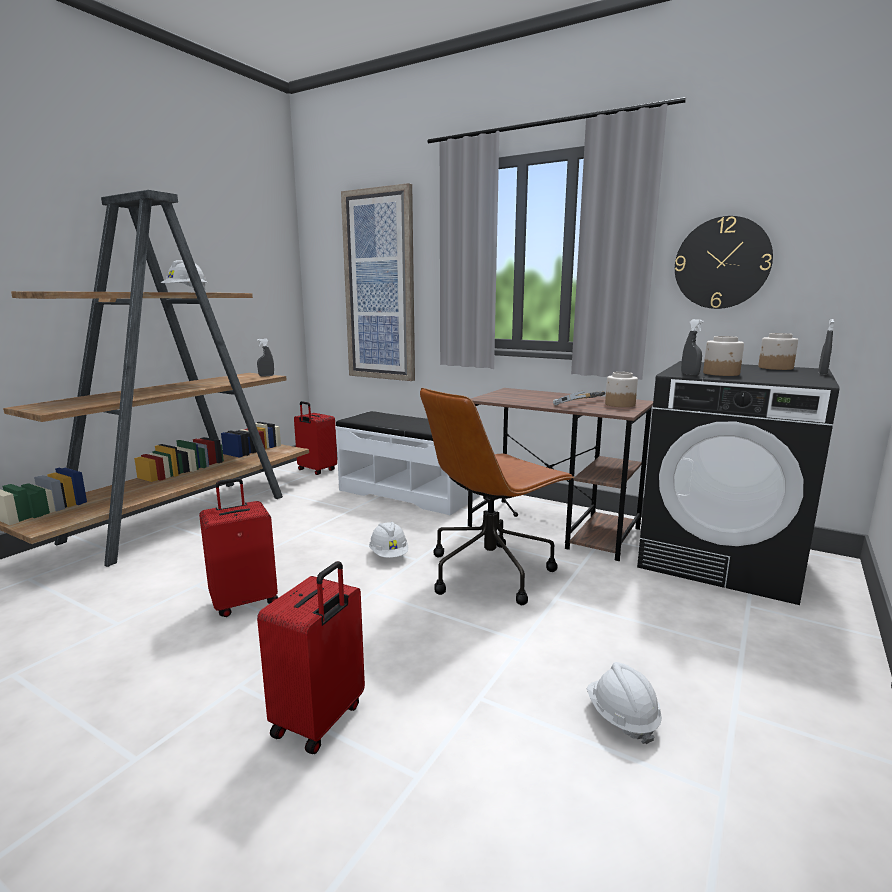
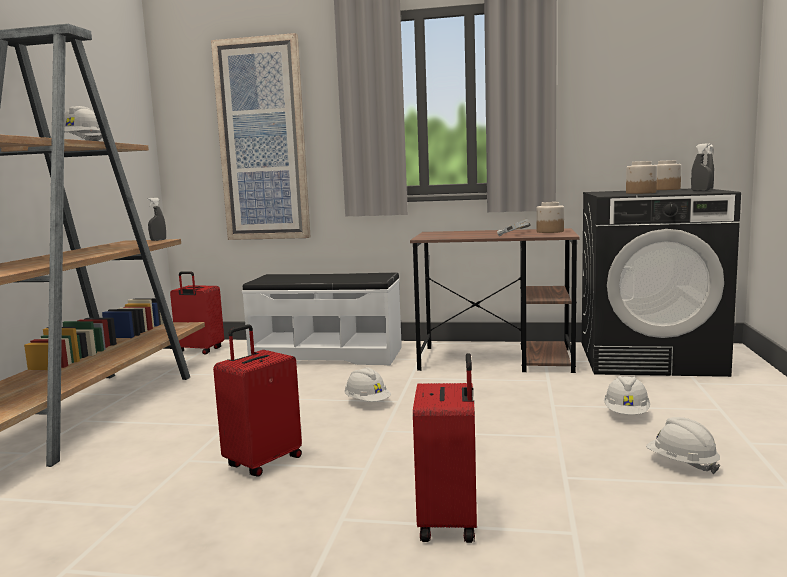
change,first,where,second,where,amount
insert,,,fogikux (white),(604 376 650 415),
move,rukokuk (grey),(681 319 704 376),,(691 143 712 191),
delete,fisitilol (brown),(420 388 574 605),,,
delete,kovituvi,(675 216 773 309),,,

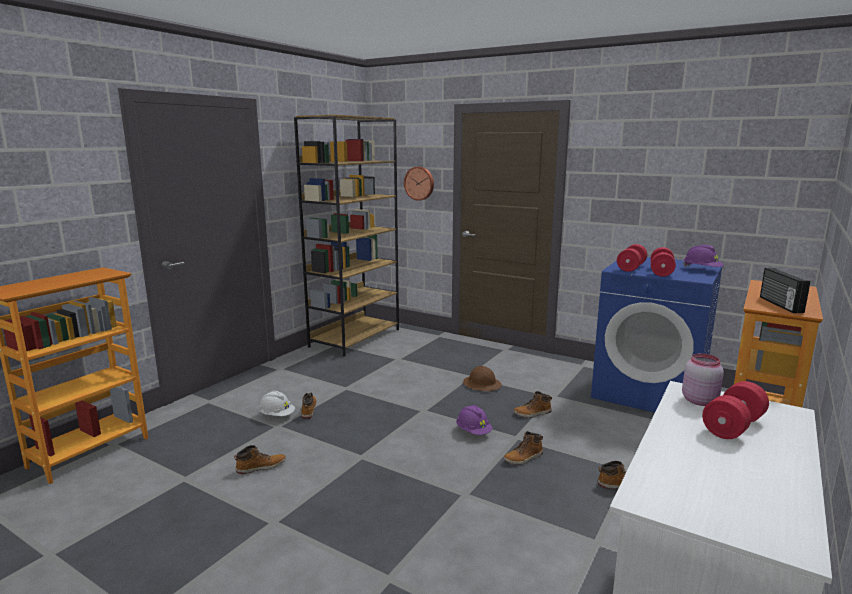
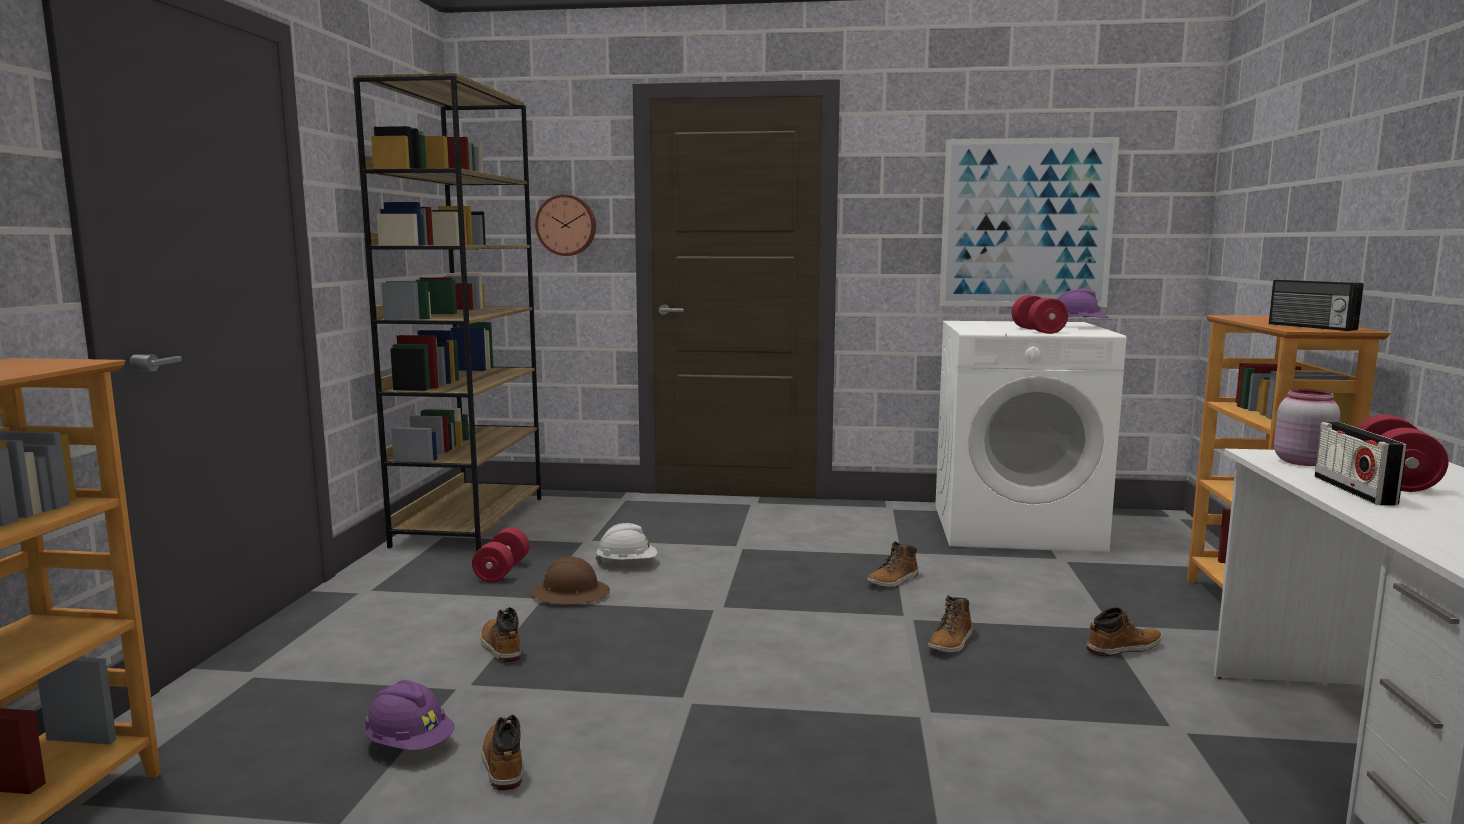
change,first,where,second,where,amount
move,fogikux (purple),(456 405 492 435),,(364 680 455 750),
move,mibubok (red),(617 244 647 272),,(472 527 529 583),
rotate,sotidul,(234 445 286 474),,(481 714 522 791),60 degrees counterclockwise
move,fogikux (brown),(463 366 502 391),,(531 556 610 605),
move,fogikux (white),(258 391 295 416),,(595 523 657 564),
recolor,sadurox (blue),(591 257 722 413),sadurox (white),(935 321 1126 552),
insert,,,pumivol,(939 137 1120 307),
insert,,,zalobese,(1315 422 1406 506),

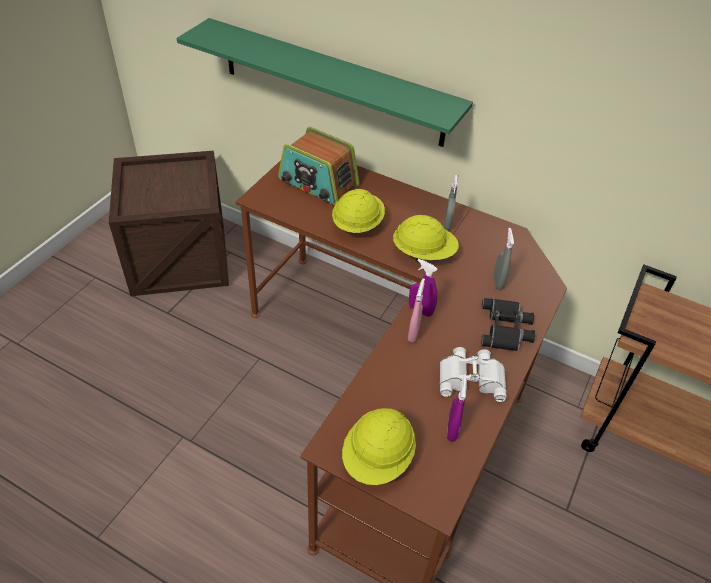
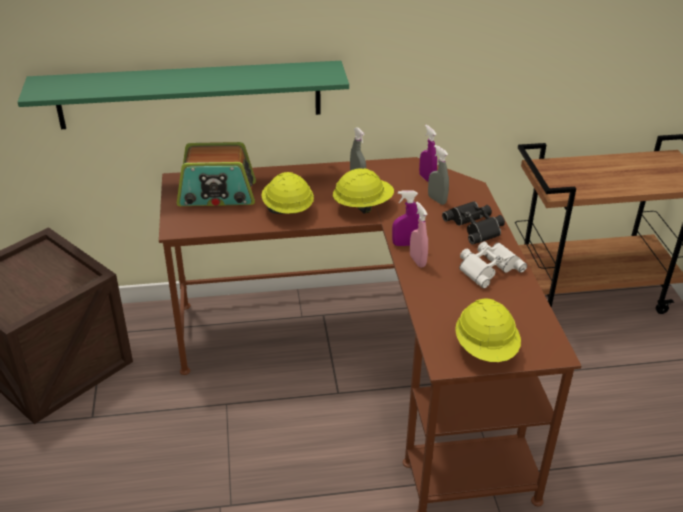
change,first,where,second,where,amount
move,rukokuk (purple),(447 375 467 442),,(419 125 437 182),

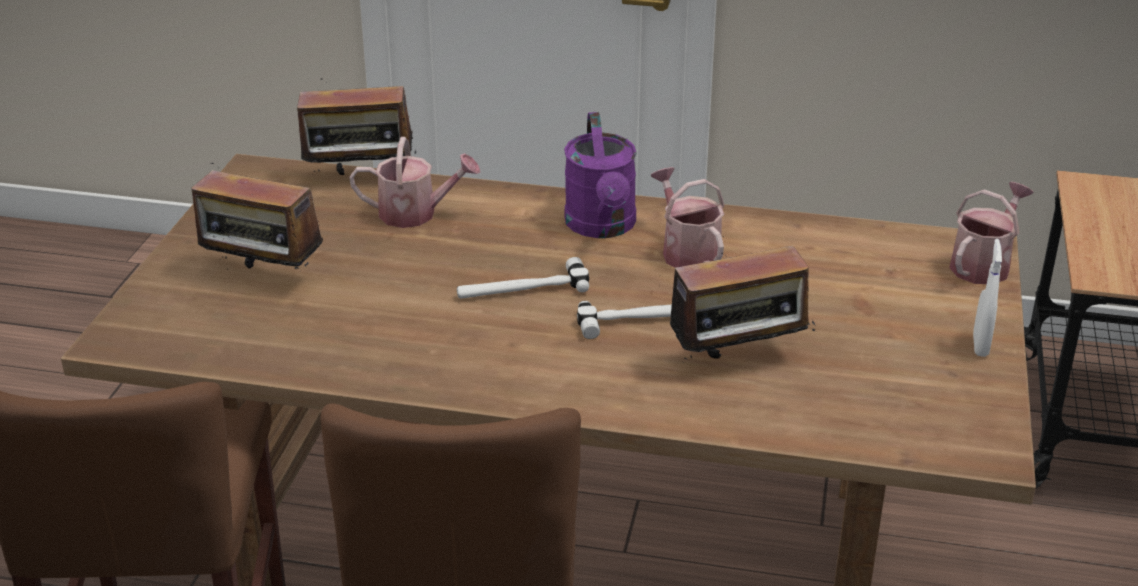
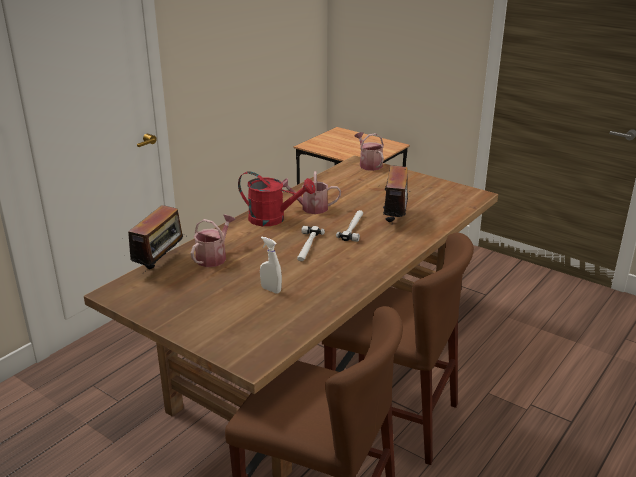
change,first,where,second,where,amount
recolor,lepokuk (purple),(564 112 636 238),lepokuk (red),(238 171 316 226),
move,rukokuk (white),(973 239 1002 357),,(260 237 282 294),
delete,zalobese,(192 154 323 270),,,

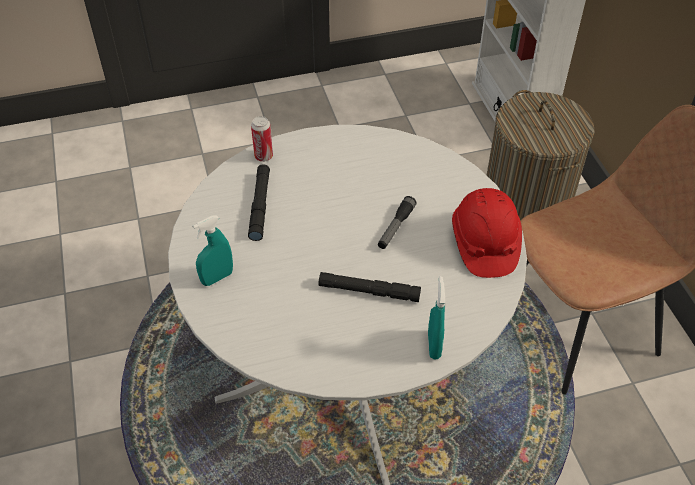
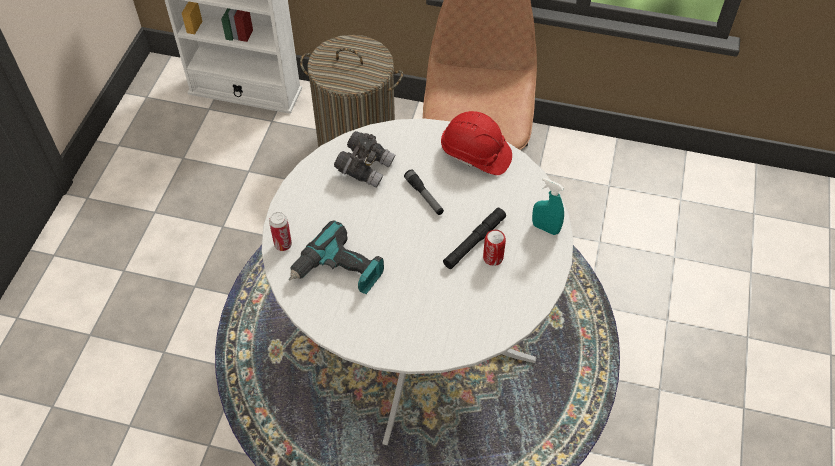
change,first,where,second,where,amount
replace,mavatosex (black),(248 164 270 241),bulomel,(289 220 384 294),
insert,,,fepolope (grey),(334 131 395 188),
insert,,,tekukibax,(483 230 506 266),
delete,rukokuk (turquoise),(192 215 233 286),,,

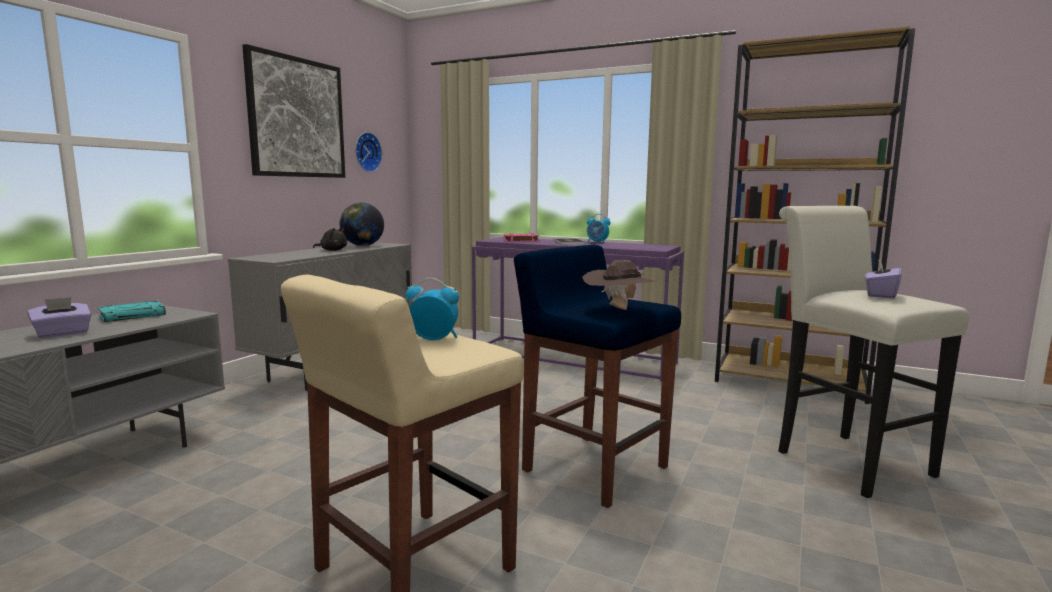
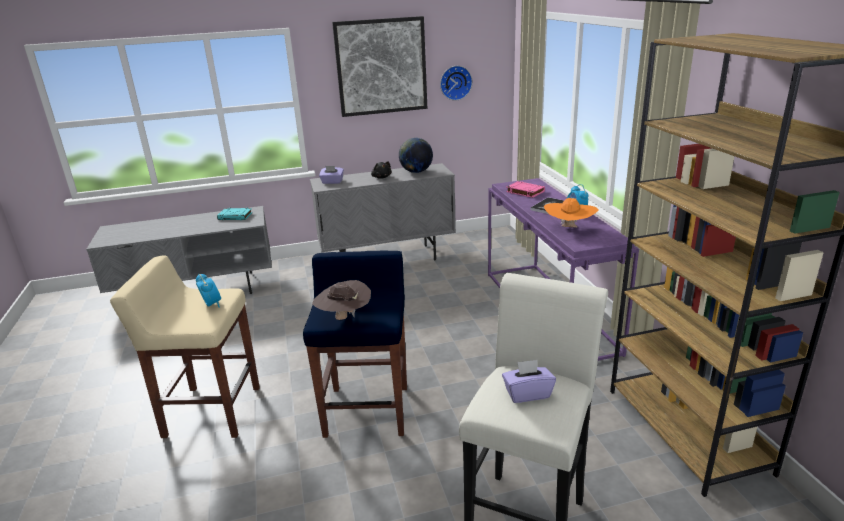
change,first,where,second,where,amount
move,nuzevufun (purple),(27 297 91 338),,(319 166 344 184),
insert,,,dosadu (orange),(544 198 598 228),

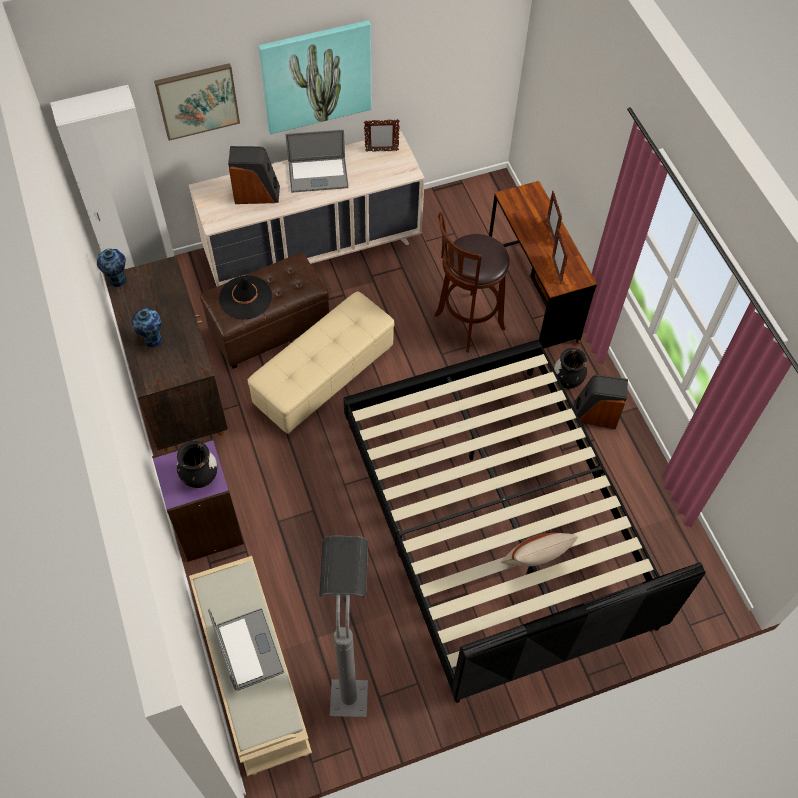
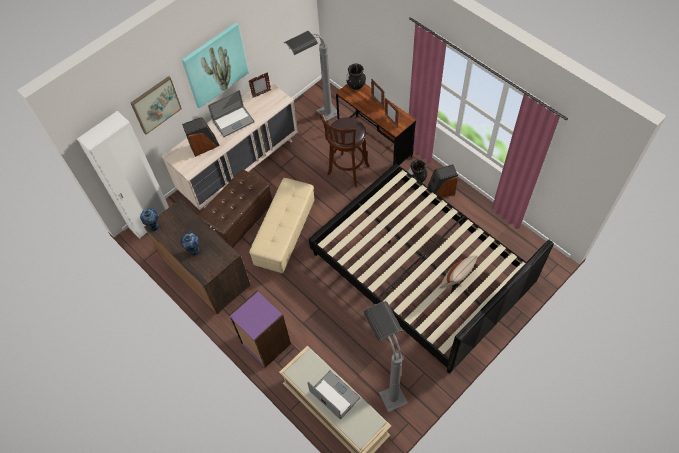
change,first,where,second,where,amount
insert,,,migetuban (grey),(284 31 340 121),
move,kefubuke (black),(177 441 217 488),,(346 64 366 90),
delete,dosadu (black),(219 276 272 320),,,

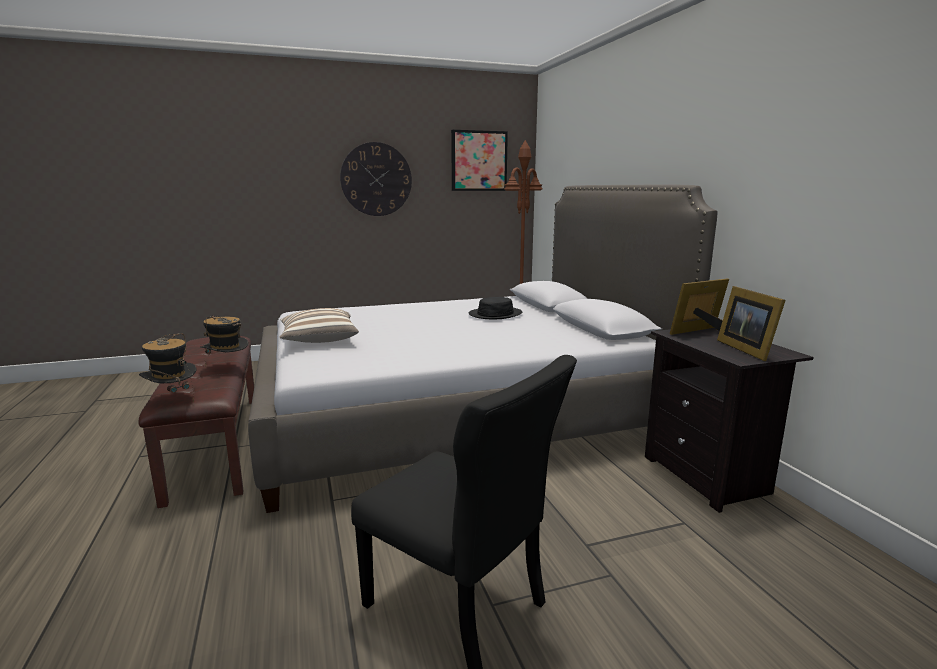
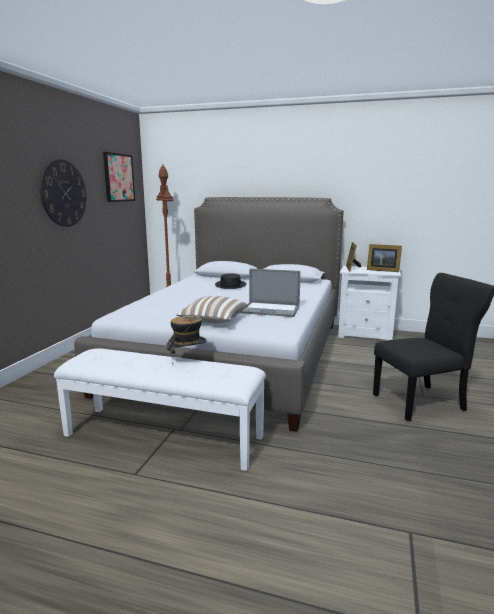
change,first,where,second,where,amount
recolor,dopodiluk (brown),(138 336 254 508),dopodiluk (white),(54 349 266 471),
insert,,,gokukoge,(240 269 301 317),
recolor,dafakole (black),(645 328 814 513),dafakole (white),(338 266 401 340),
delete,dosadu,(139 333 197 402),,,

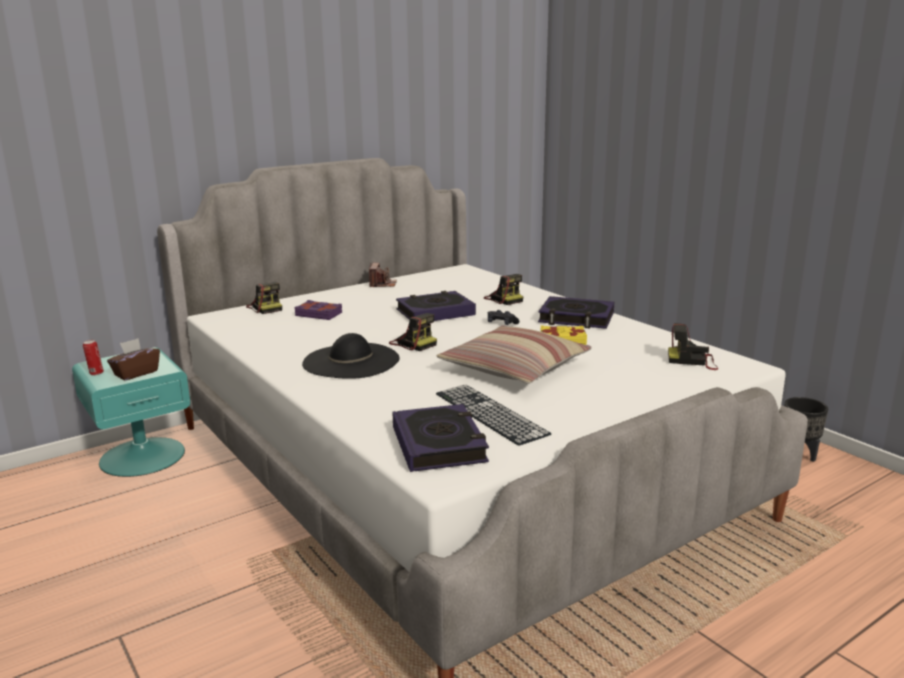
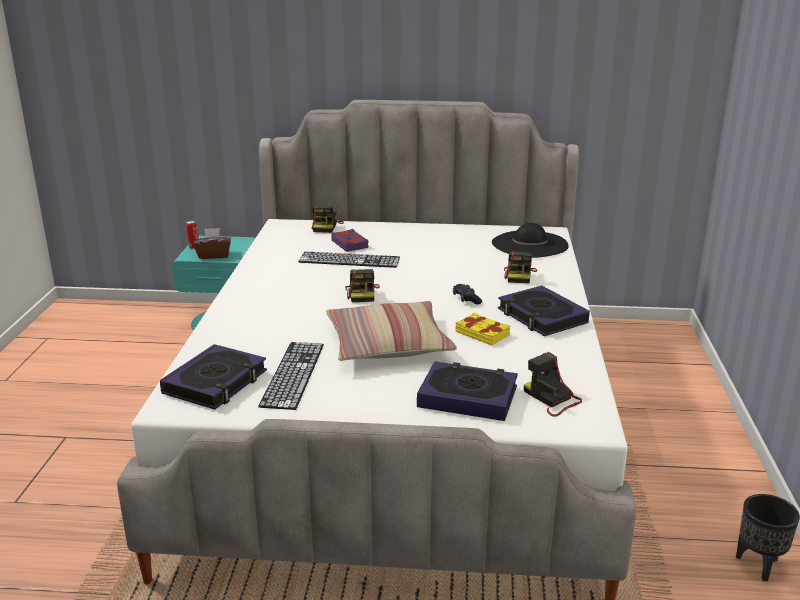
change,first,where,second,where,amount
insert,,,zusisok,(298 251 400 268),
move,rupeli,(396 291 476 321),,(417 361 518 421),
move,dosadu (black),(302 333 400 379),,(492 223 569 258),
delete,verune,(369 263 397 287),,,

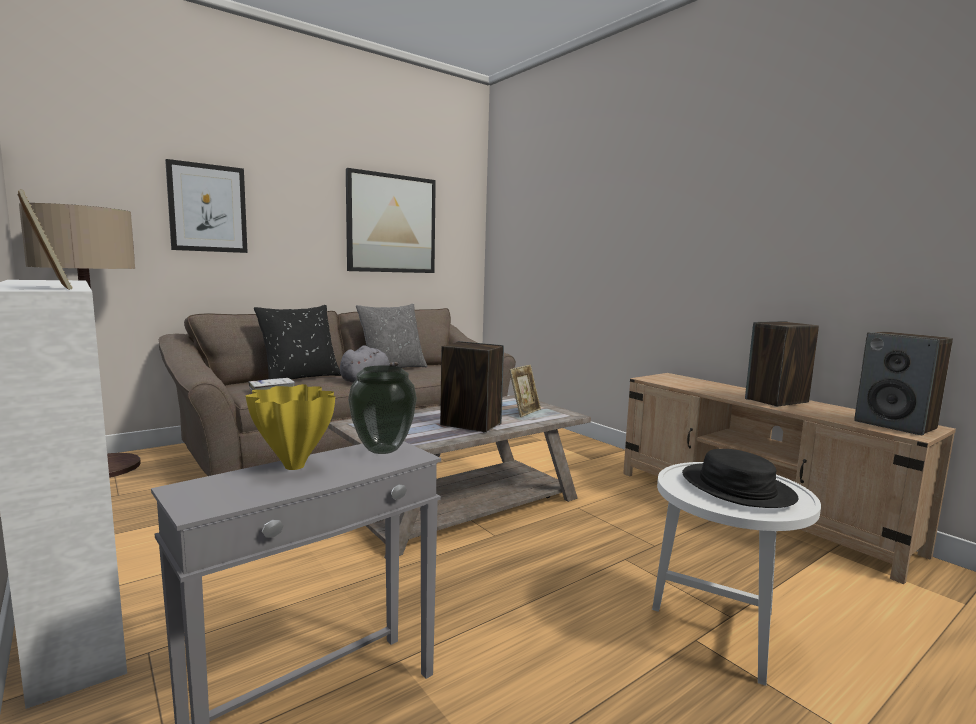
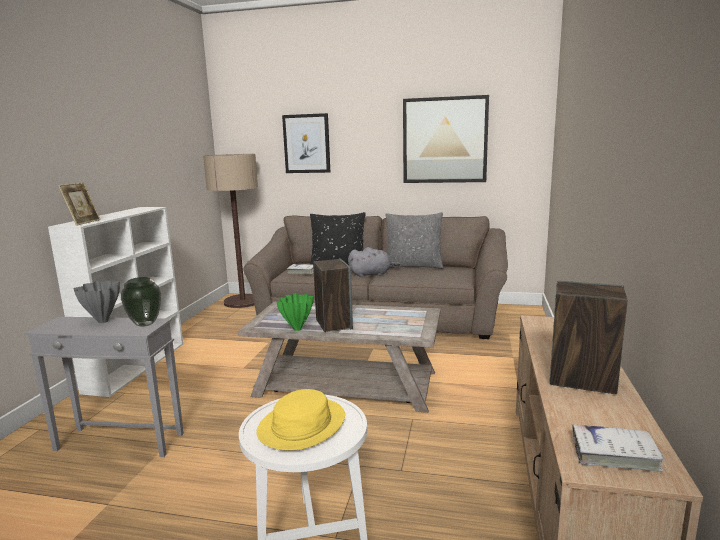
change,first,where,second,where,amount
recolor,kefubuke (yellow),(246 384 335 470),kefubuke (grey),(73 281 120 323),
recolor,dosadu (black),(682 449 799 508),dosadu (yellow),(256 389 345 451),
insert,,,kefubuke (green),(277 294 314 331),
replace,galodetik,(854 332 953 435),rupeli (white),(572 424 665 472),
delete,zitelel,(509 365 541 417),,,

